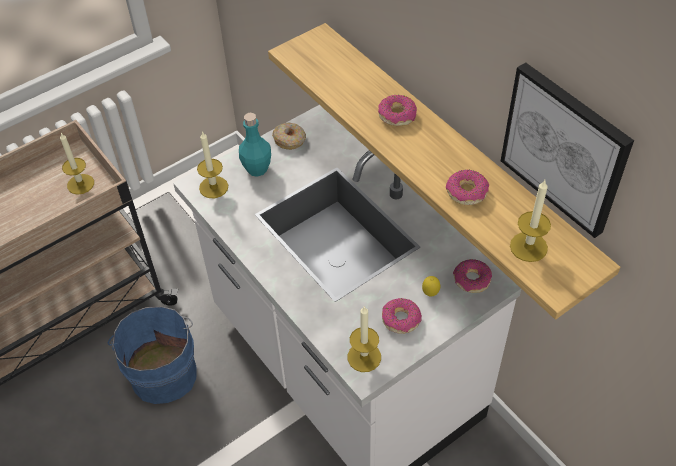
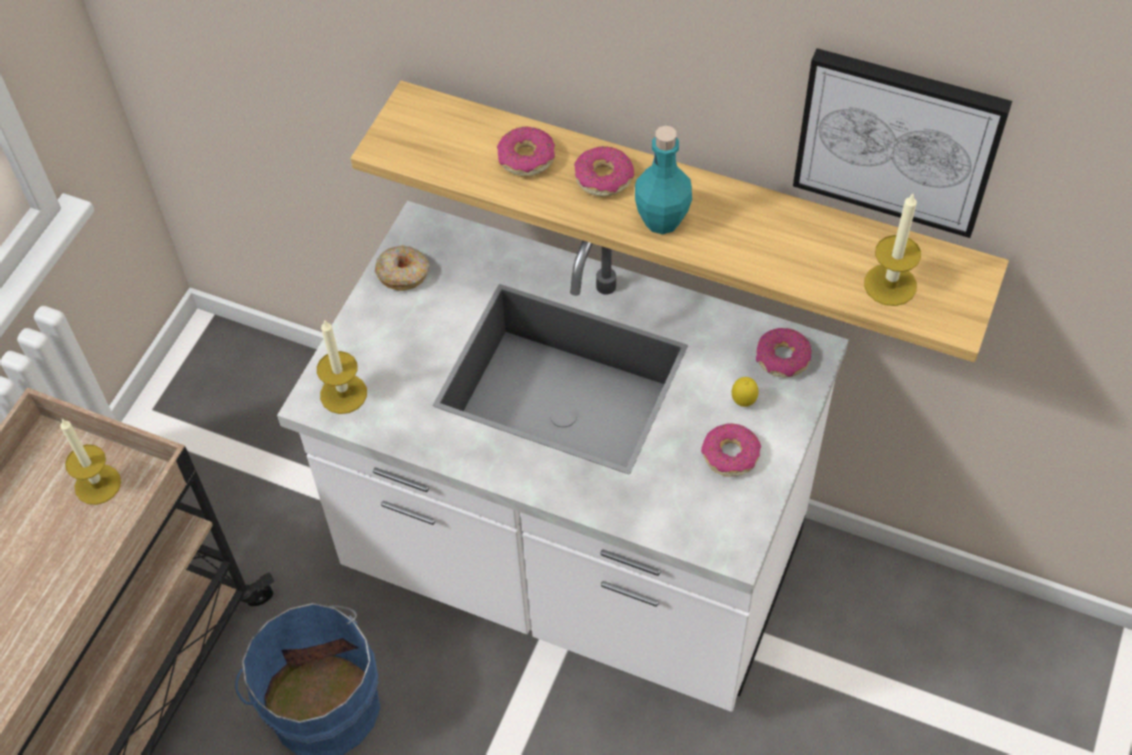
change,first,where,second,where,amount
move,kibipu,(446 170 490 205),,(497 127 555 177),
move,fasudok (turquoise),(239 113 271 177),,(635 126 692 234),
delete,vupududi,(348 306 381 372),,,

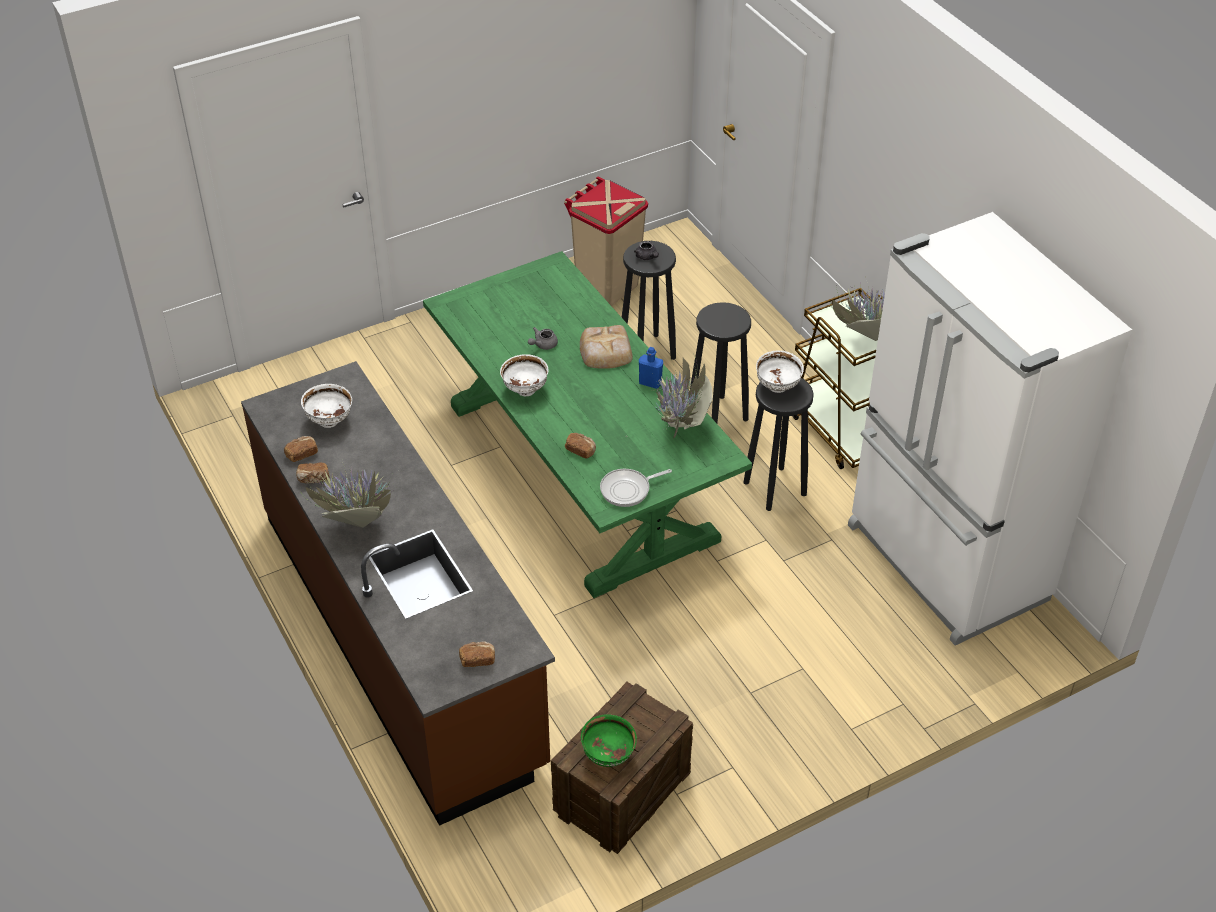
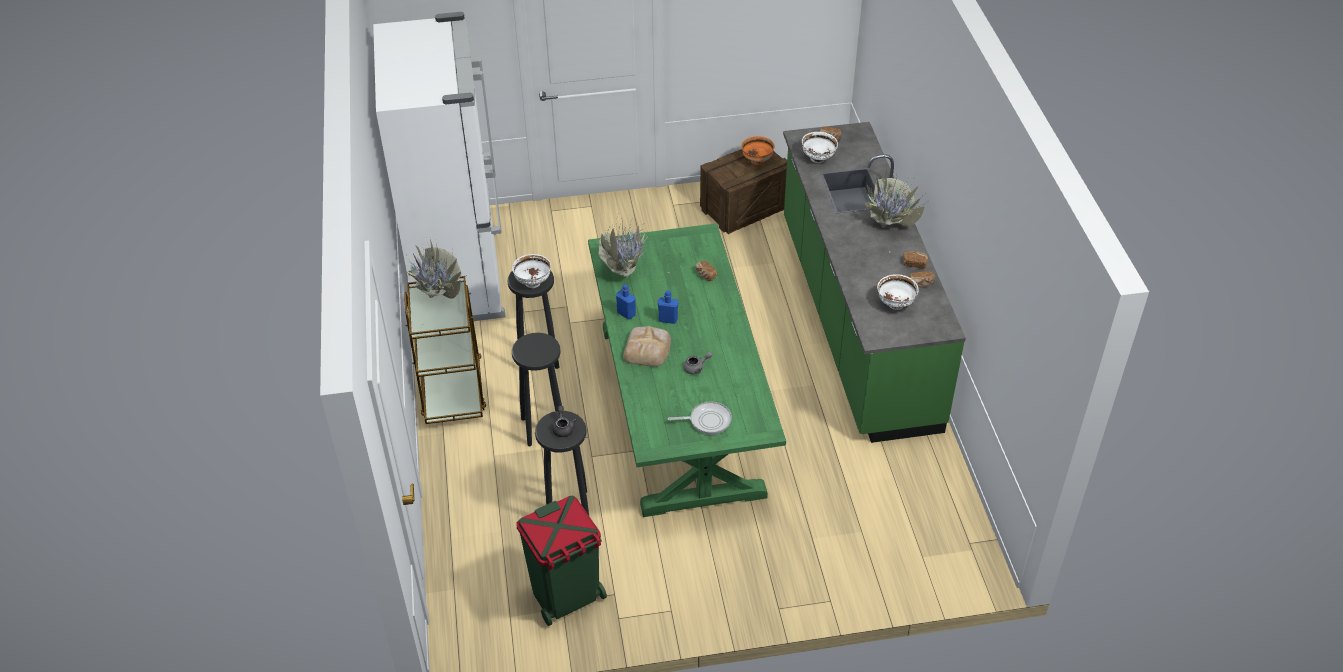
change,first,where,second,where,amount
recolor,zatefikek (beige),(564 176 648 306),zatefikek (green),(517 495 607 626),
insert,,,fasudok (blue),(658 291 678 324),
move,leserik,(600 469 672 507),,(668 402 732 435),
recolor,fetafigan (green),(581 714 637 767),fetafigan (orange),(741 136 775 165),
recolor,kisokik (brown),(241 361 555 826),kisokik (green),(783 122 966 443),
move,fetafigan (white),(500 354 549 396),,(802 132 838 163),

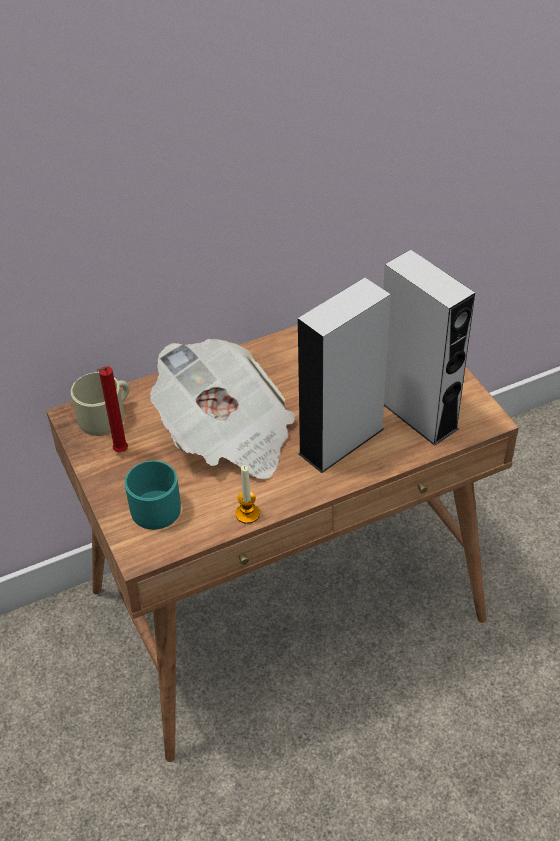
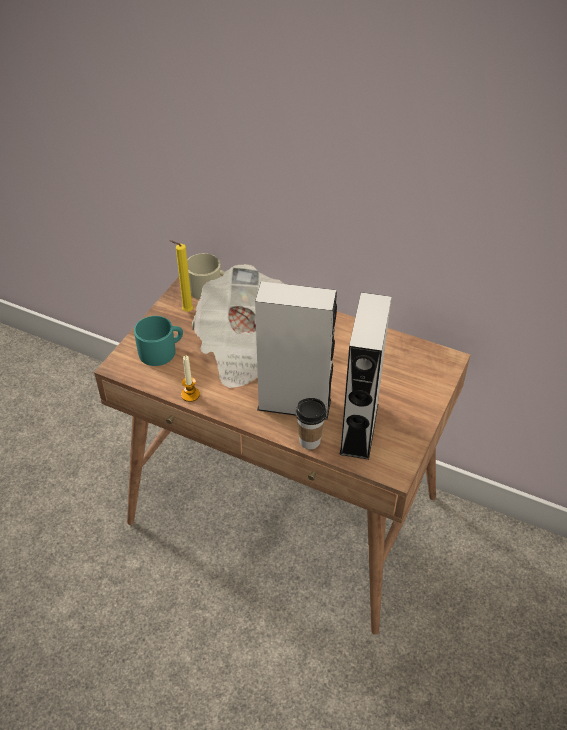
change,first,where,second,where,amount
recolor,vupududi (red),(97 366 128 452),vupududi (yellow),(169 240 193 312),
insert,,,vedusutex,(296 398 326 449),

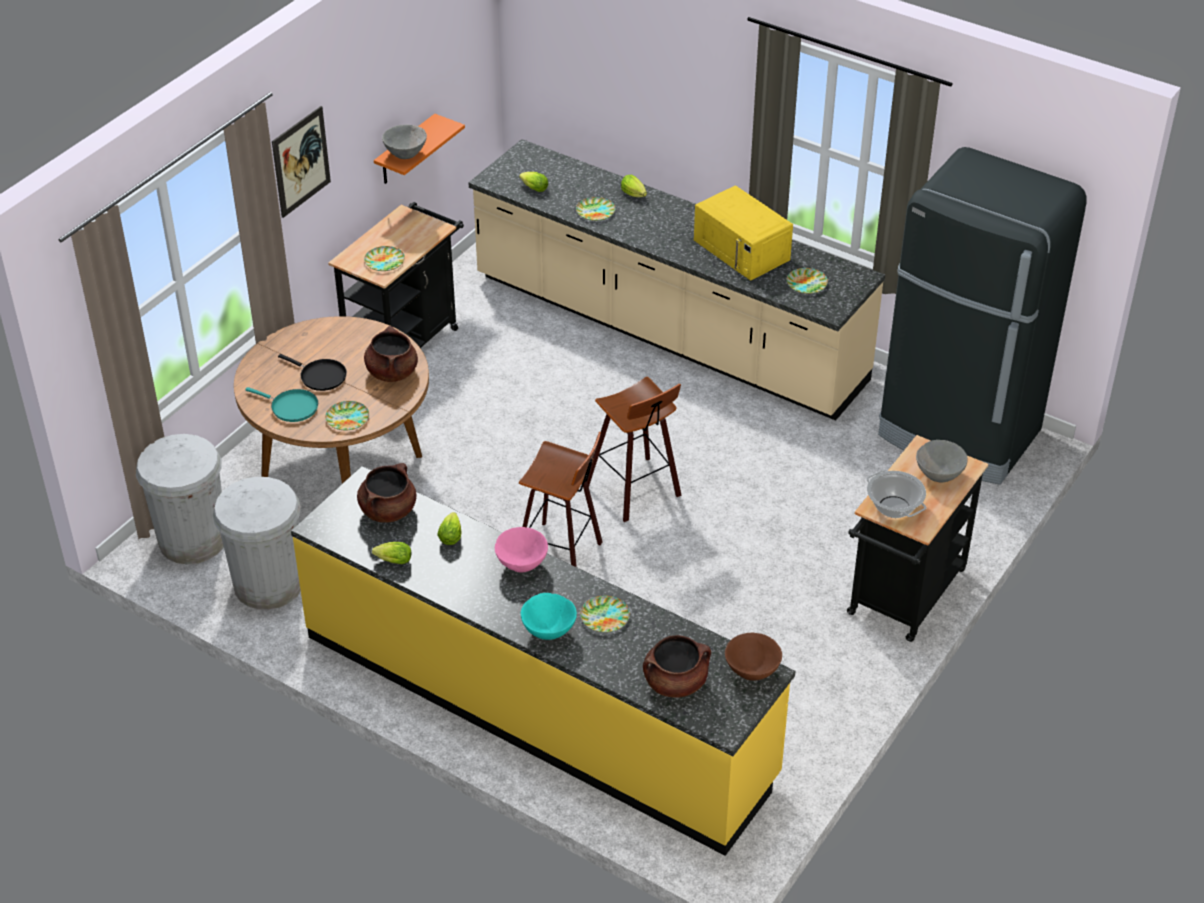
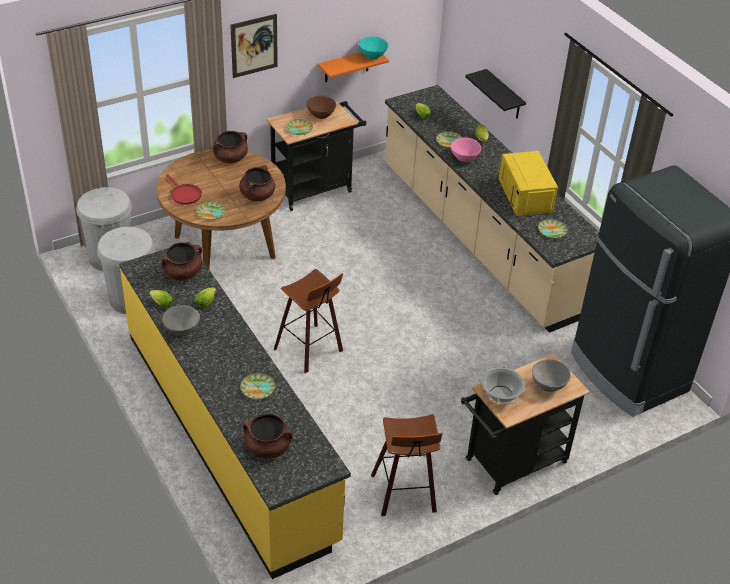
change,first,where,second,where,amount
move,fetafigan (grey),(382 125 427 159),,(162 305 200 336),
recolor,leserik (turquoise),(245 387 318 422),leserik (red),(166 174 202 204),
insert,,,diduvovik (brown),(213 131 248 163),
move,fetafigan (brown),(725 633 782 681),,(306 96 336 119),
move,fetafigan (turquoise),(521 593 577 640),,(359 36 388 59),
move,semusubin,(587 377 682 522),,(371 414 442 516),
move,fetafigan (pink),(495 527 548 572),,(451 137 481 162),
insert,,,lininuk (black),(465 69 526 119),
delete,leserik (black),(278 354 347 391),,,

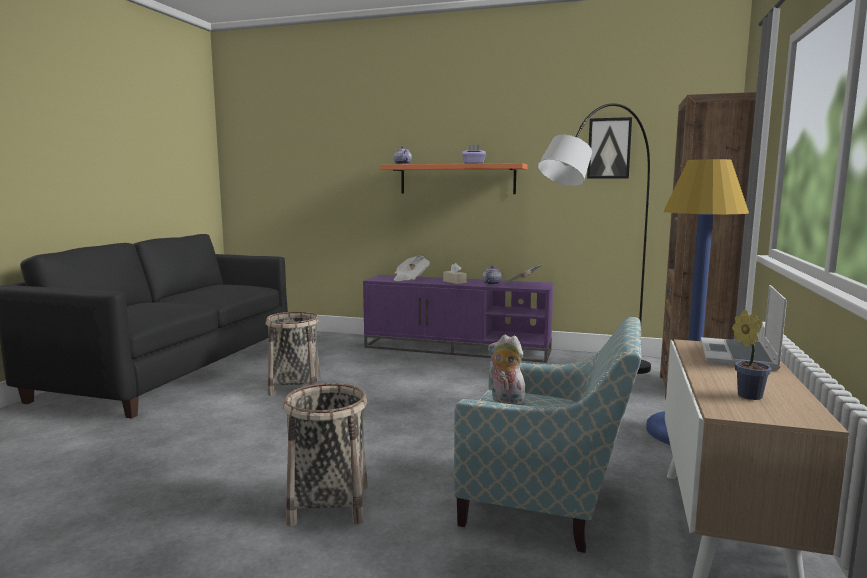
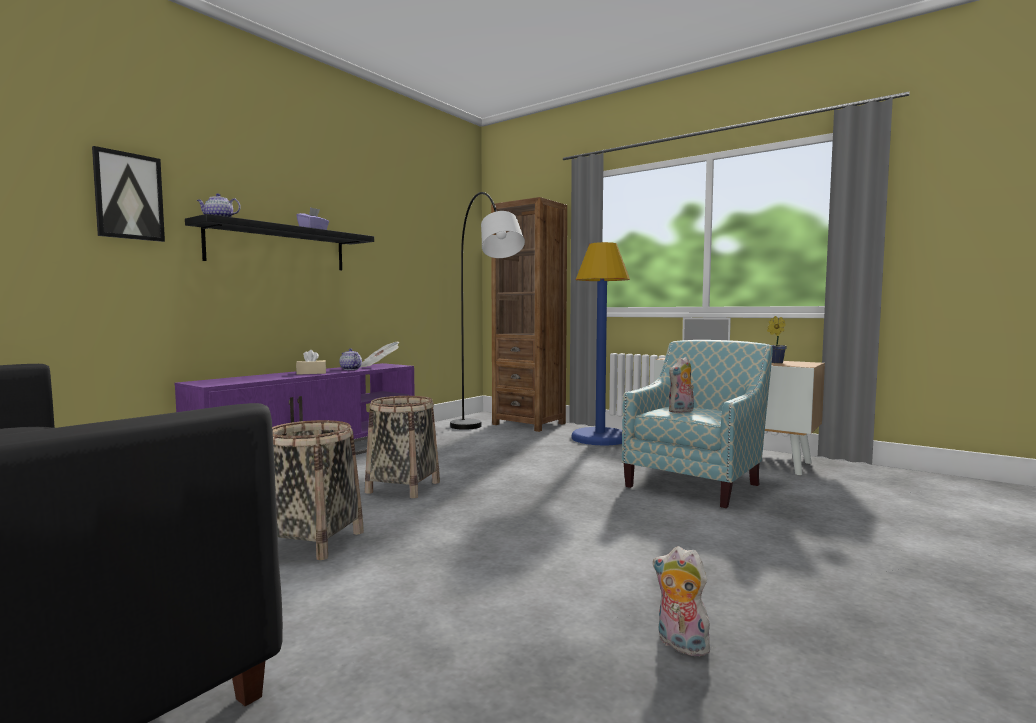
change,first,where,second,where,amount
move,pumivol,(587 117 632 179),,(92 146 165 242),
recolor,lininuk (orange),(380 163 528 194),lininuk (black),(185 214 374 271),
move,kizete,(283 383 368 526),,(365 396 440 498),
insert,,,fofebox,(653 546 710 656),
delete,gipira,(394 256 430 281),,,

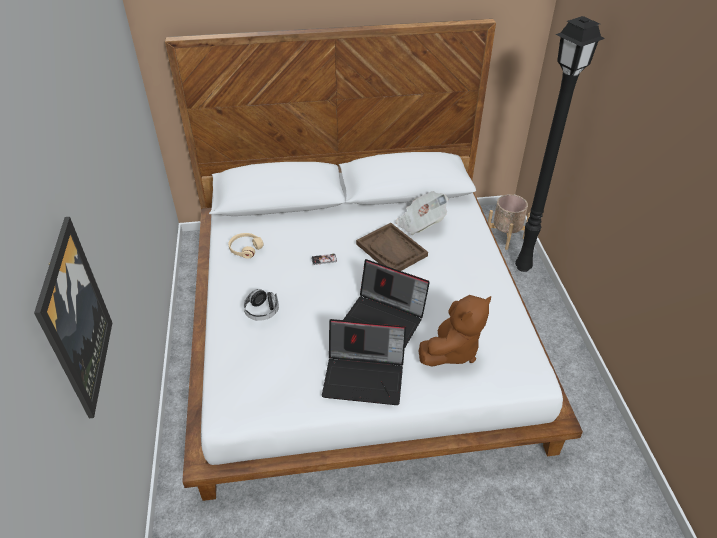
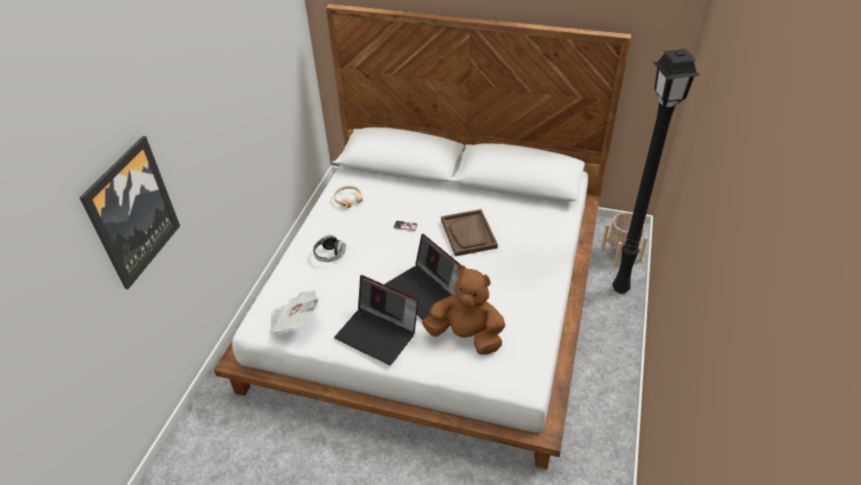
change,first,where,second,where,amount
move,gipira,(396 191 449 235),,(271 290 319 335),
rotate,fofebox (brown),(419 295 491 367),,(422 266 505 355),135 degrees counterclockwise

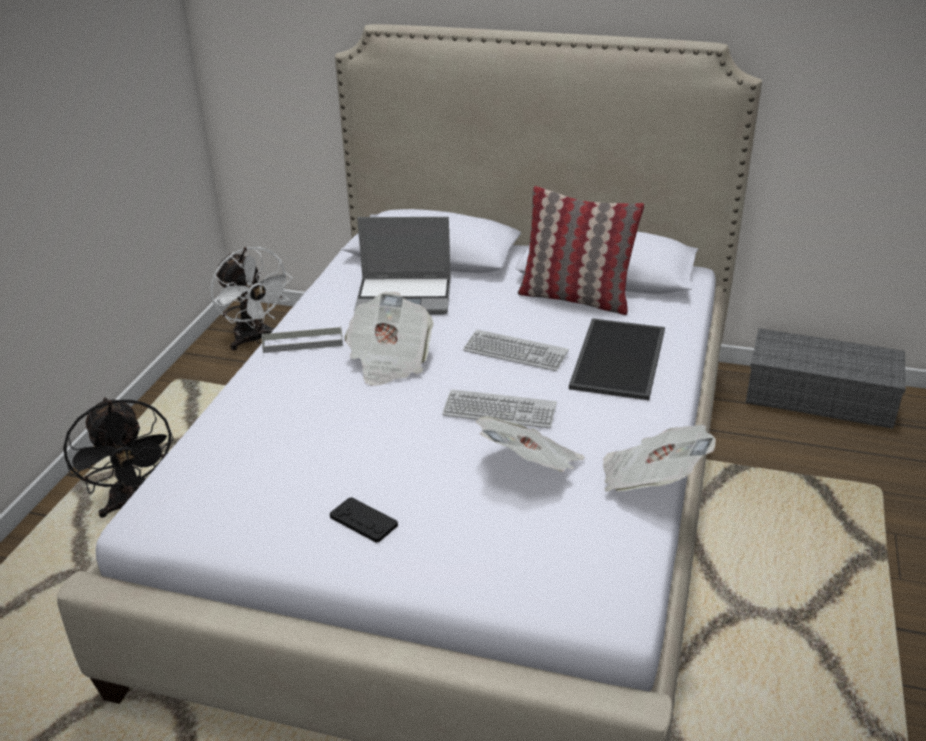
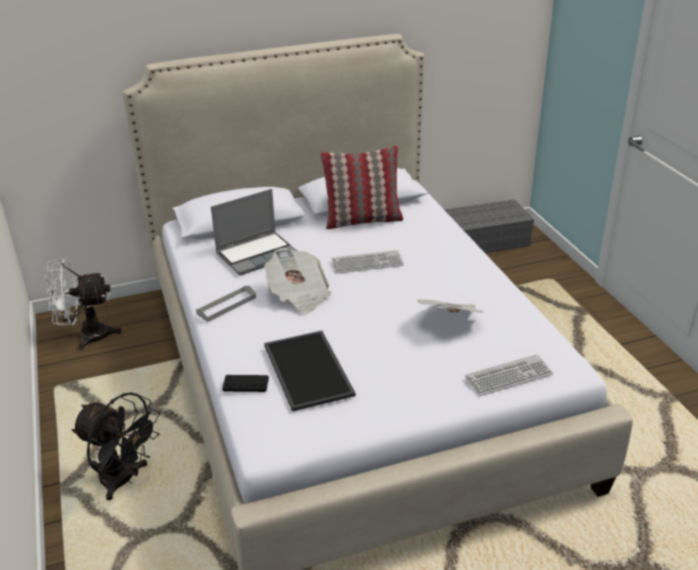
change,first,where,second,where,amount
rotate,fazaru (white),(211 247 292 351),,(45 259 122 350),150 degrees clockwise
move,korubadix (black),(330 497 398 543),,(222 375 269 392),
move,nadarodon,(569 318 665 400),,(264 331 356 412),
move,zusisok,(442 389 557 428),,(465 354 553 396),
delete,gipira,(603 425 716 491),,,

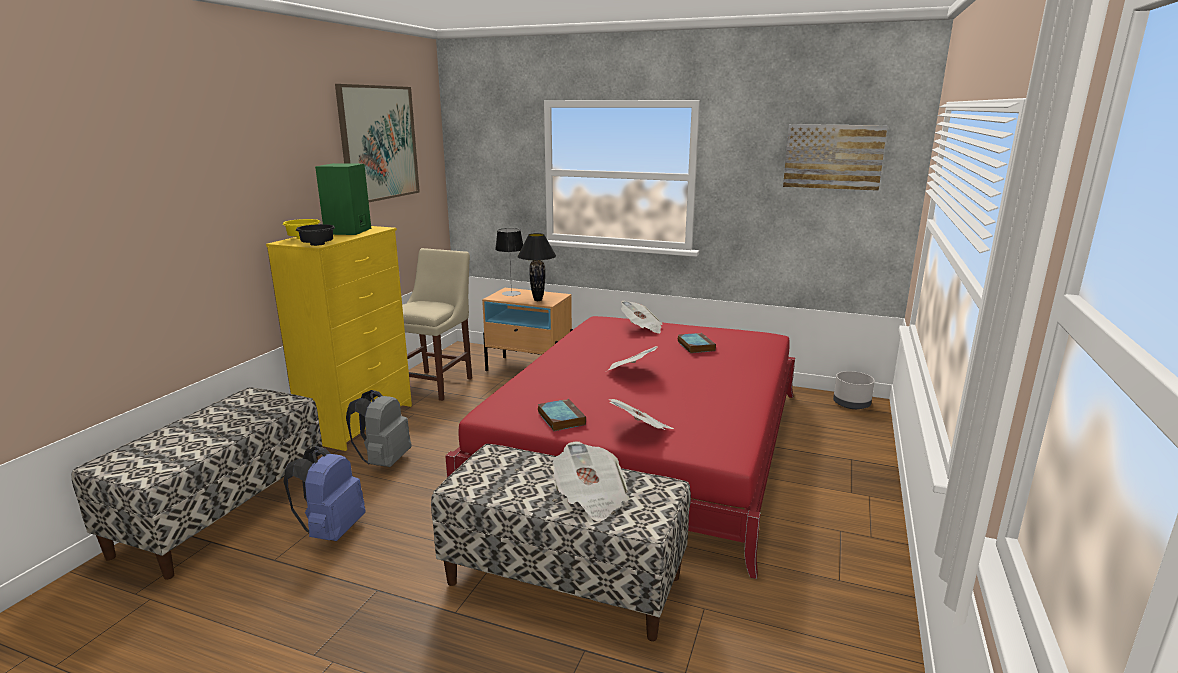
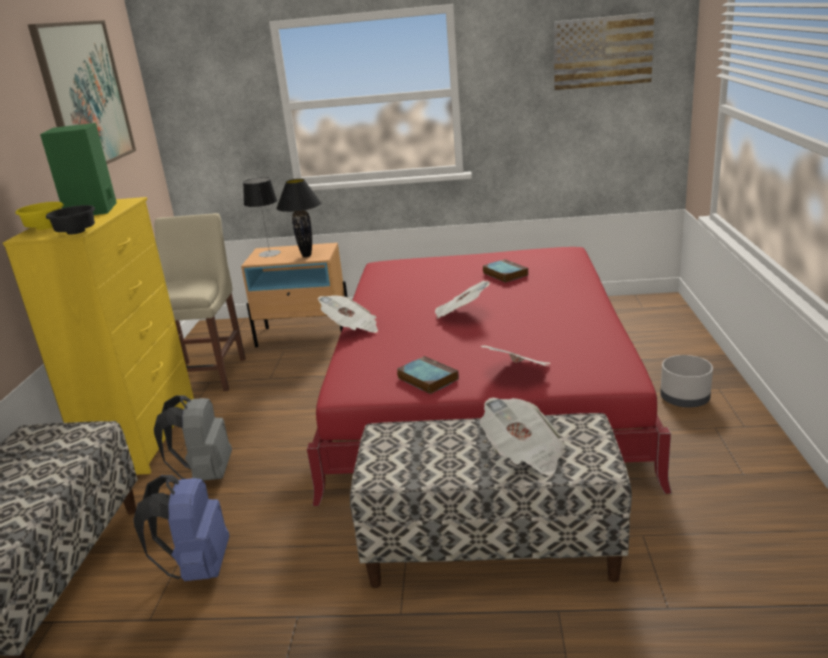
change,first,where,second,where,amount
move,gipira,(621 301 663 334),,(318 295 378 333),
move,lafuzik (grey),(833 371 875 409),,(660 355 713 407),

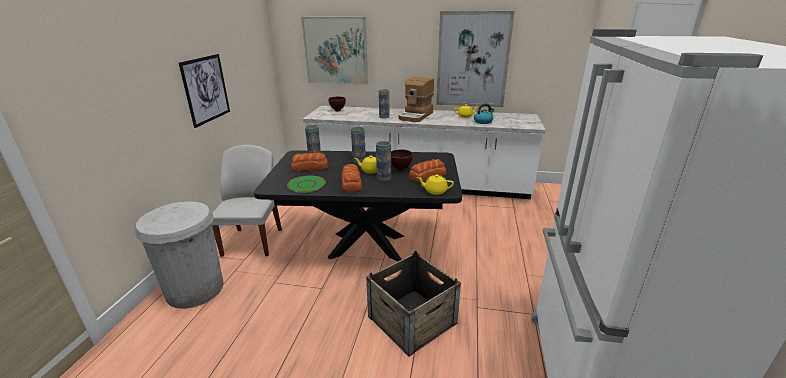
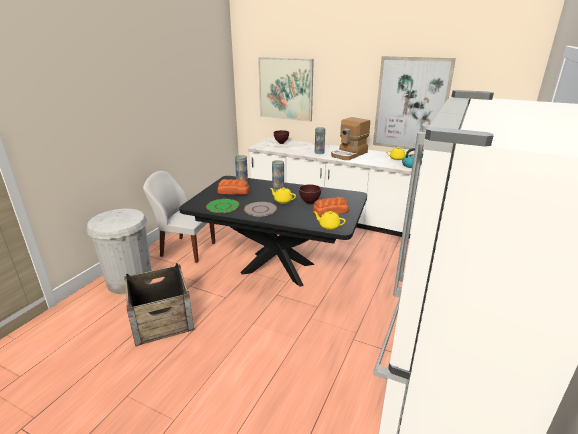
change,first,where,second,where,amount
move,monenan,(366 251 461 357),,(124 263 194 346),
rotate,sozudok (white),(212 145 282 256),,(143 171 215 263),90 degrees counterclockwise
replace,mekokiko,(341 164 362 192),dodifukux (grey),(244 202 277 217),
delete,pumivol,(179 54 230 128),,,
delete,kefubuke,(376 141 391 181),,,

